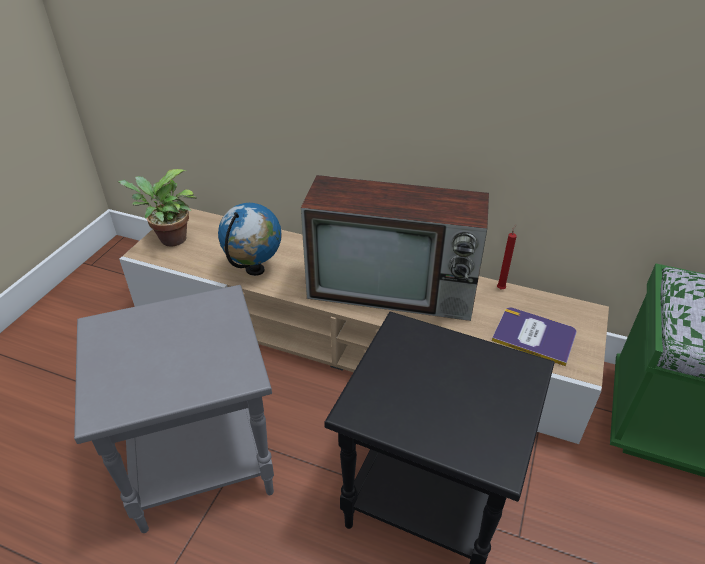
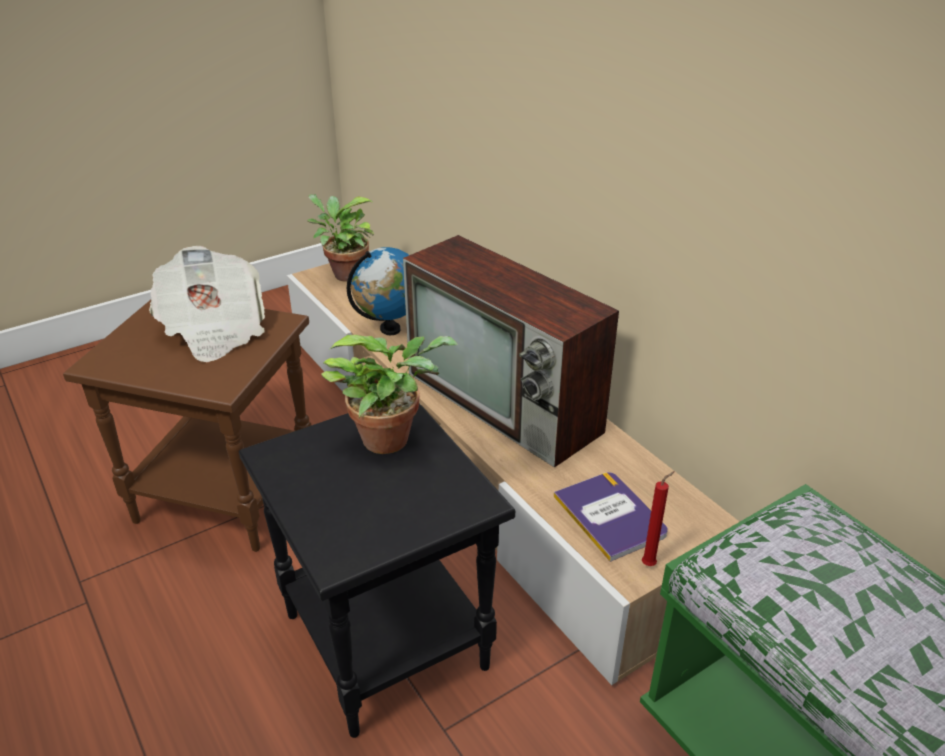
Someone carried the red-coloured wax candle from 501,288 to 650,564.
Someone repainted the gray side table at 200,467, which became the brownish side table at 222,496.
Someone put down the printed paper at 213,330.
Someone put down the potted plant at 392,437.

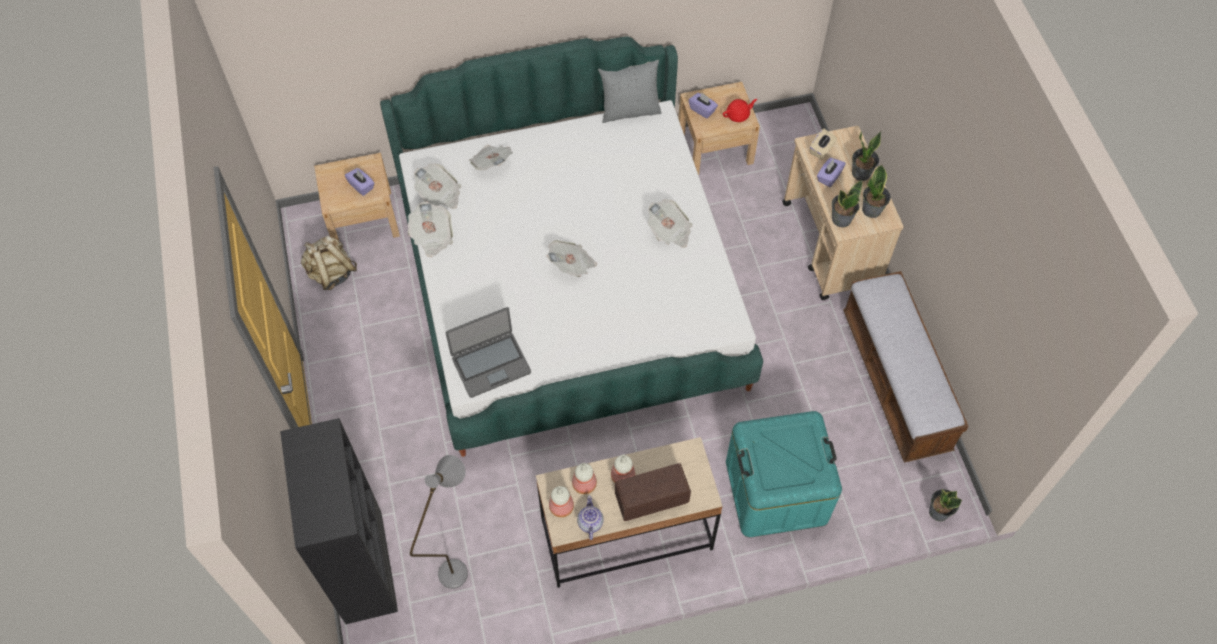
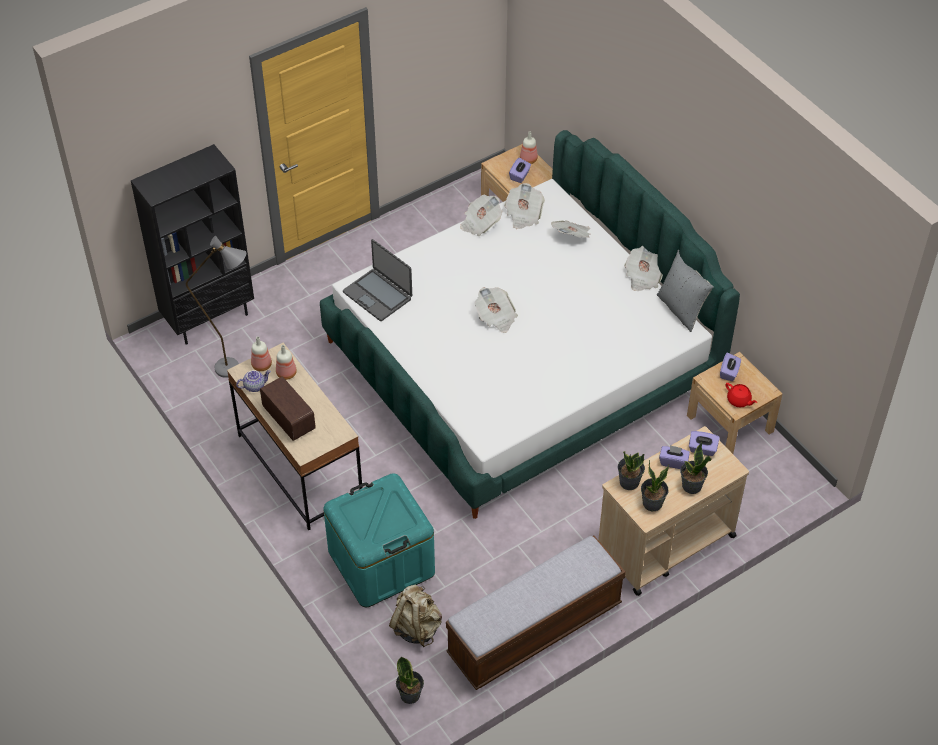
Someone repainted the sand-coloured tissue box at 821,150, which became the purple tissue box at 702,449.
Someone carried the printed paper from 670,231 to 643,277.
Someone carried the sand-coloured rucksack from 331,273 to 416,627.
Someone carried the beverage bottle from 623,477 to 528,160.

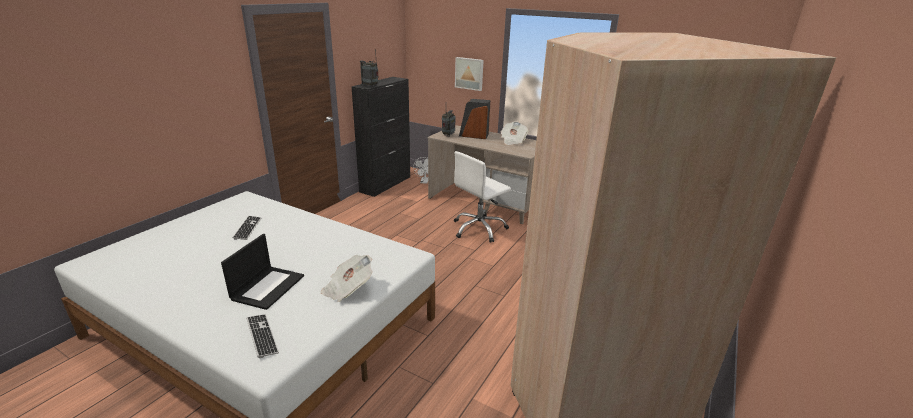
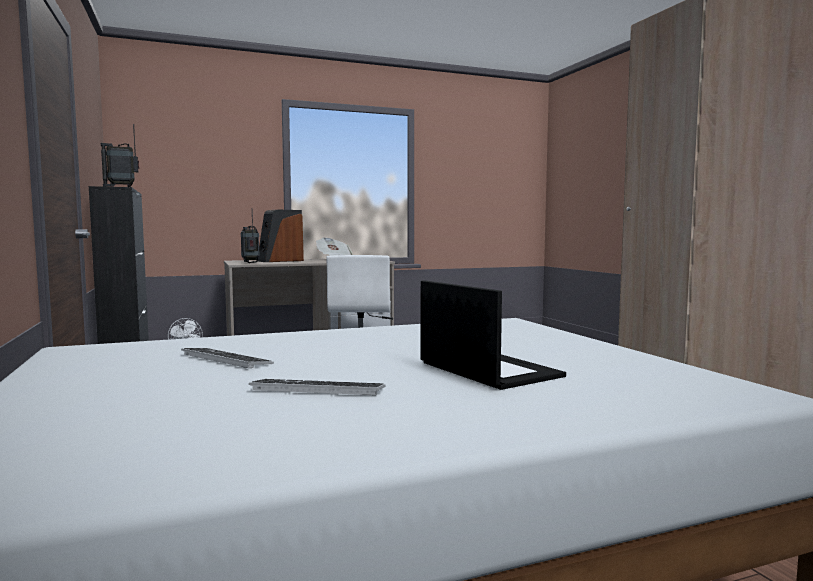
Someone took away the wall art at 469,73.
Someone took away the printed paper at 348,289.
Someone carried the keyboard from 262,336 to 318,389.

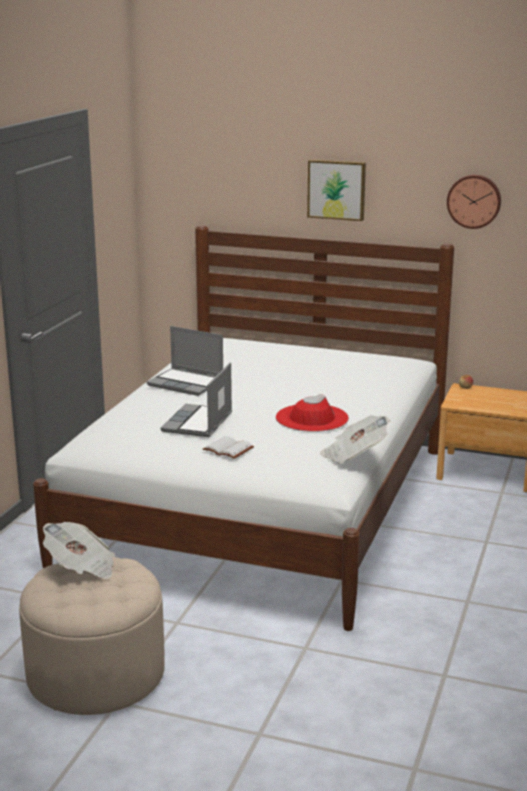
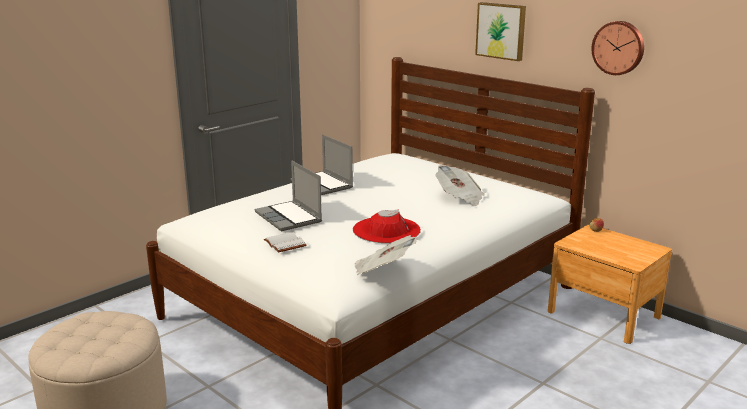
Someone rotated the notebook computer at 198,423 by 75 degrees counterclockwise.
Someone carried the printed paper from 81,567 to 459,198.

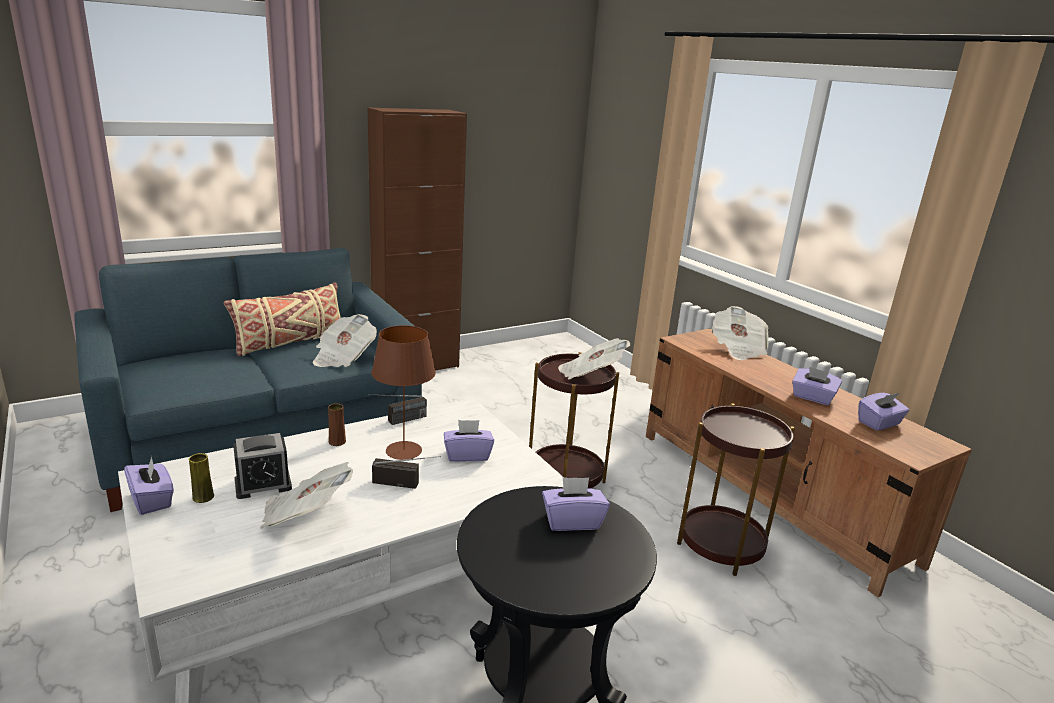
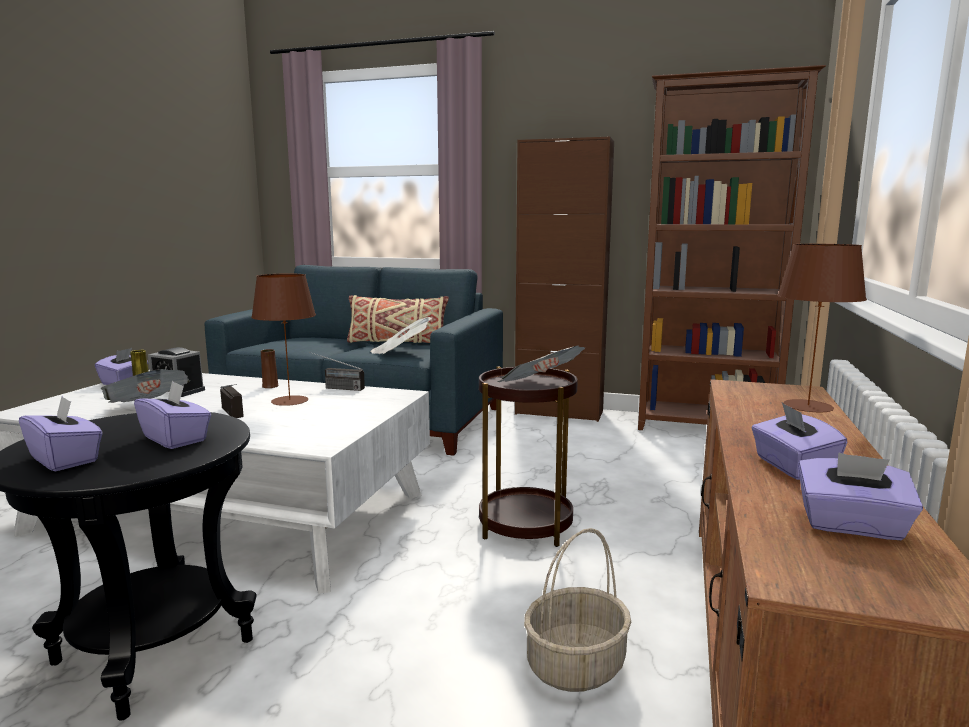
Someone swapped the printed paper at 737,349 for the brownish lamp for a table at 808,406.
Someone swapped the brownish side table at 721,545 for the basket at 575,666.
Someone carried the purple tissue box from 467,455 to 65,459.
Someone put down the brownish shelving unit at 706,428.

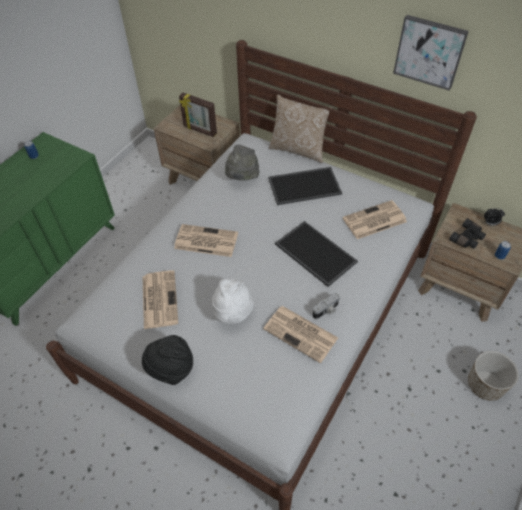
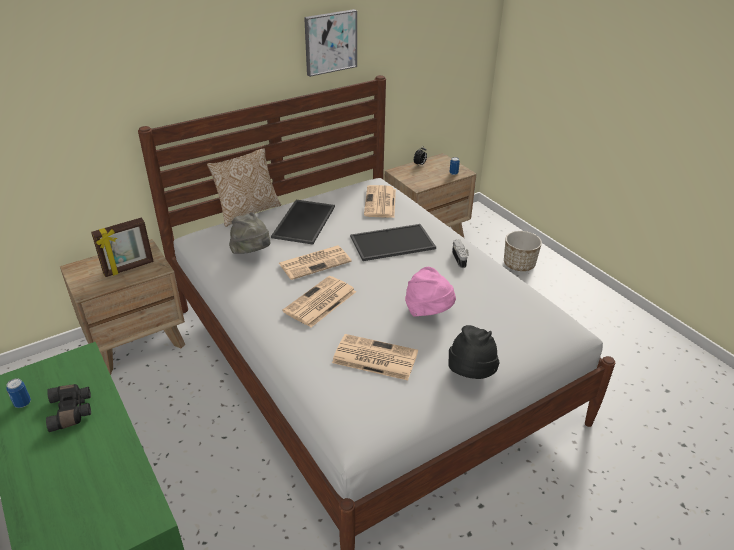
Someone carried the blackish binoculars from 467,239 to 72,411.
Someone repainted the white wearable hat at 232,313, which became the pink-coloured wearable hat at 428,312.
Someone carried the printed paper from 301,334 to 315,262.

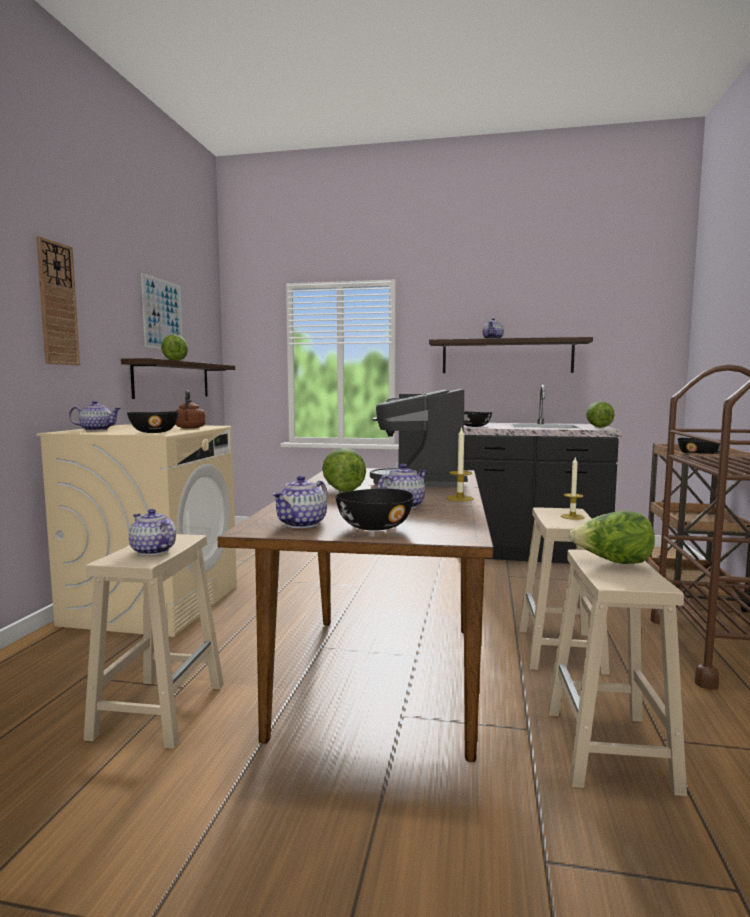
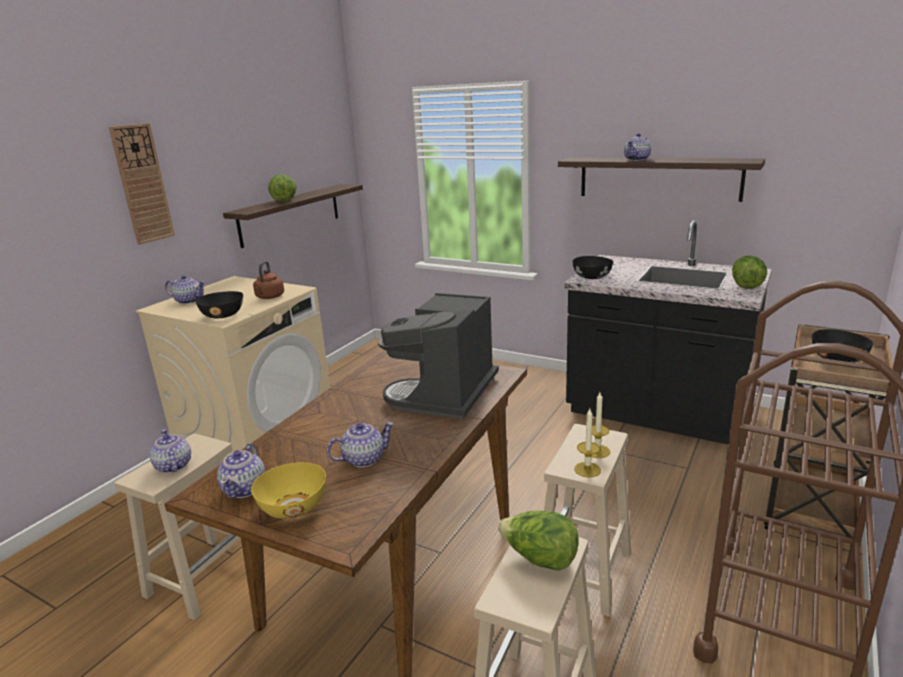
Someone took away the wall art at 162,314.
Someone carried the wax candle from 460,498 to 587,469.
Someone took away the lettuce head at 342,489.
Someone rotated the teapot at 302,524 by 45 degrees counterclockwise.
Someone repainted the blackish deep dish at 374,527, which became the yellow deep dish at 294,507.

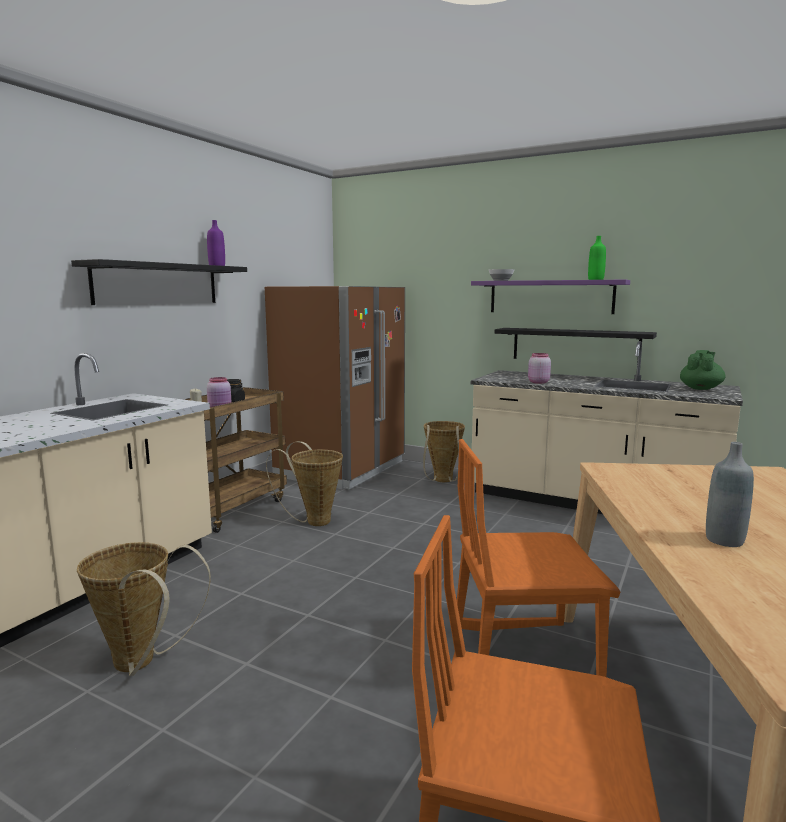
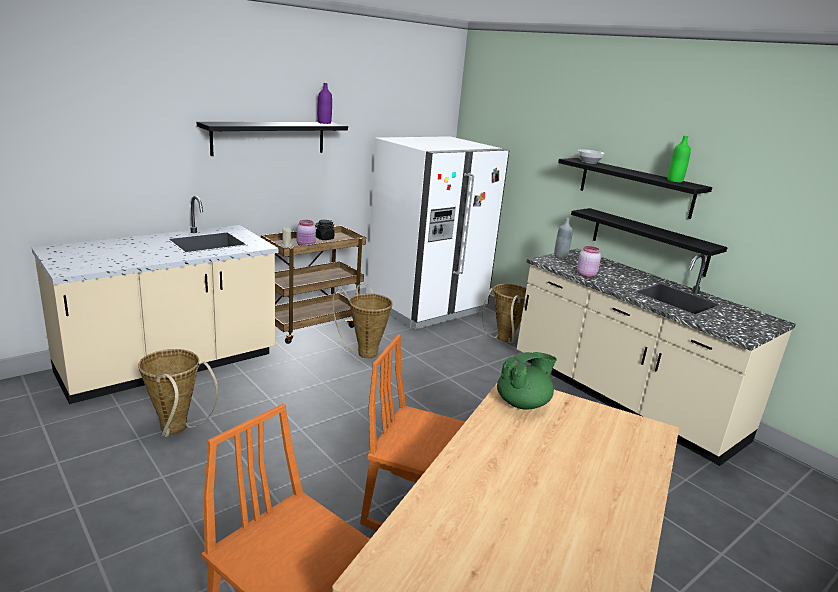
Someone repainted the purple wall shelf at 550,297, which became the blackish wall shelf at 635,187.
Someone repainted the brownish refrigerator at 341,469, which became the white refrigerator at 426,307.
Someone carried the green-coloured teapot from 700,388 to 523,403.
Someone carried the gray beverage bottle from 724,540 to 560,256.

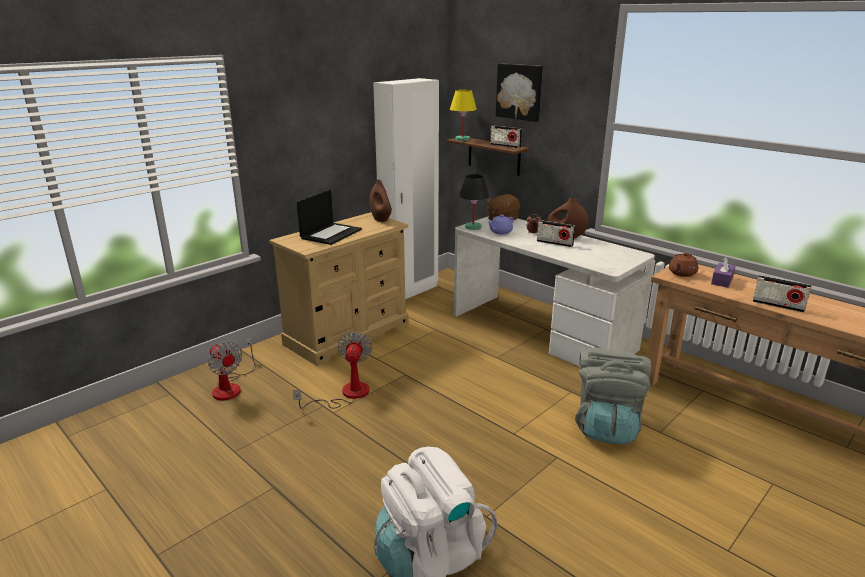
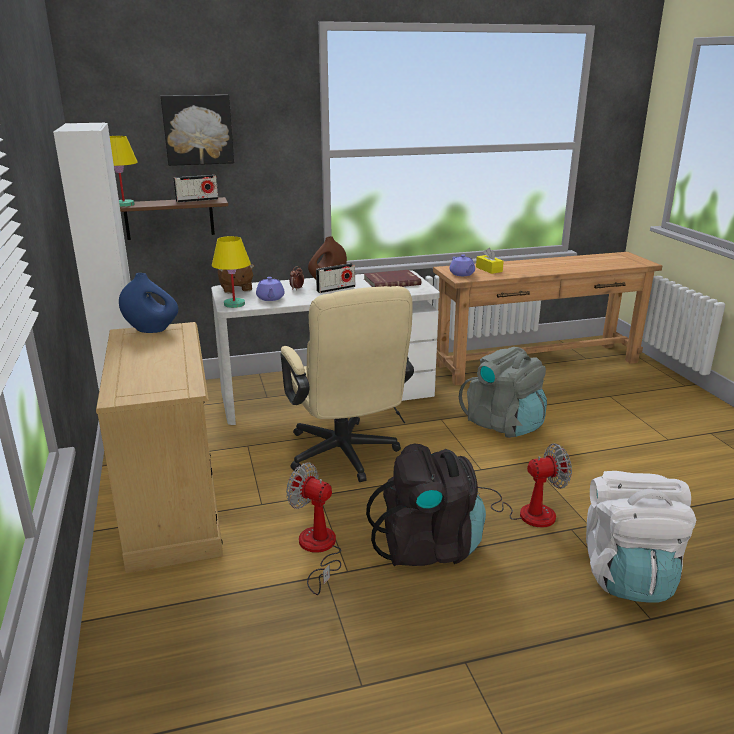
Someone repainted the blackish lamp for a table at 473,227, which became the yellow lamp for a table at 235,304.
Someone repainted the brownish decorative vase at 381,219, which became the blue decorative vase at 151,330.
Someone took away the notebook computer at 331,233.
Someone repainted the brownish teapot at 682,273, which became the purple teapot at 462,274.
Someone repainted the purple tissue box at 722,281, which became the yellow tissue box at 489,269.
Someone took away the radio set at 778,305.
Someone carried the electric fan from 231,386 to 524,511.
Someone put down the red-coloured book at 391,281.
Someone put down the sand-coloured office chair at 345,457.
Someone put down the blackish rucksack at 428,546.

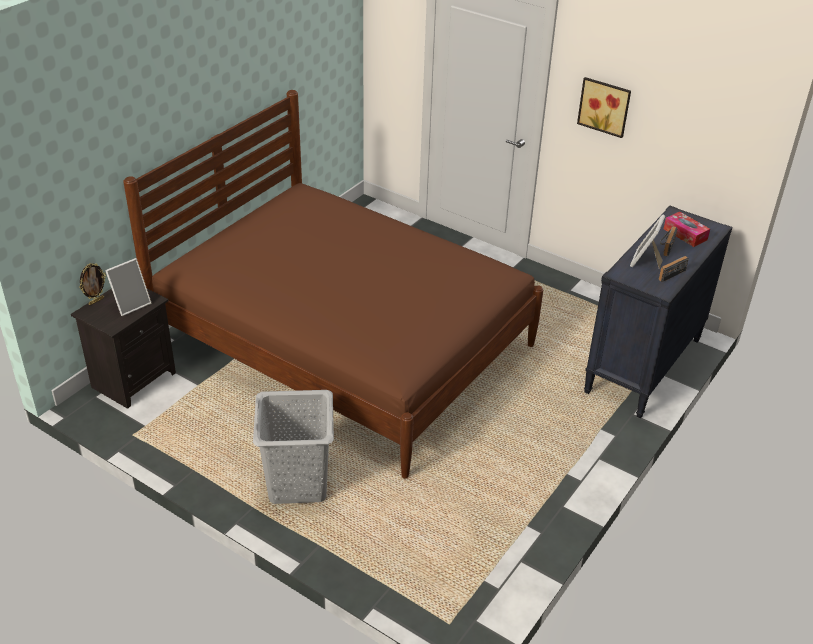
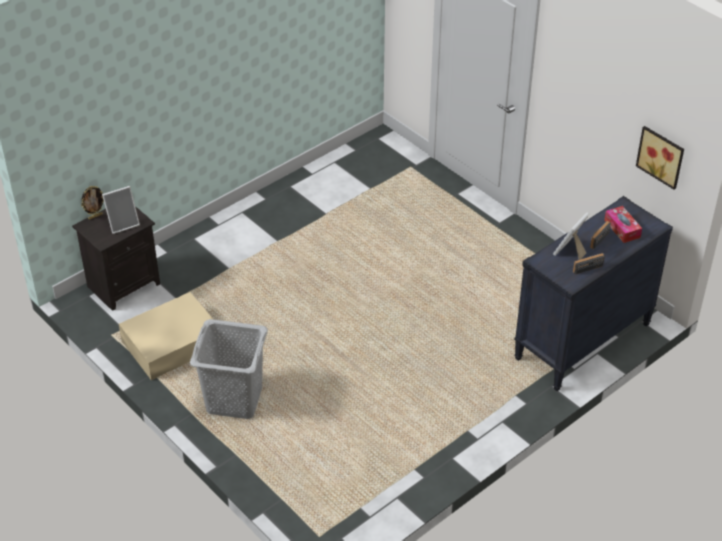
Someone carried the wall art from 605,106 to 661,156.
Someone took away the brownish bed at 345,345.
Someone put down the sand-coloured storage bin at 170,344.

